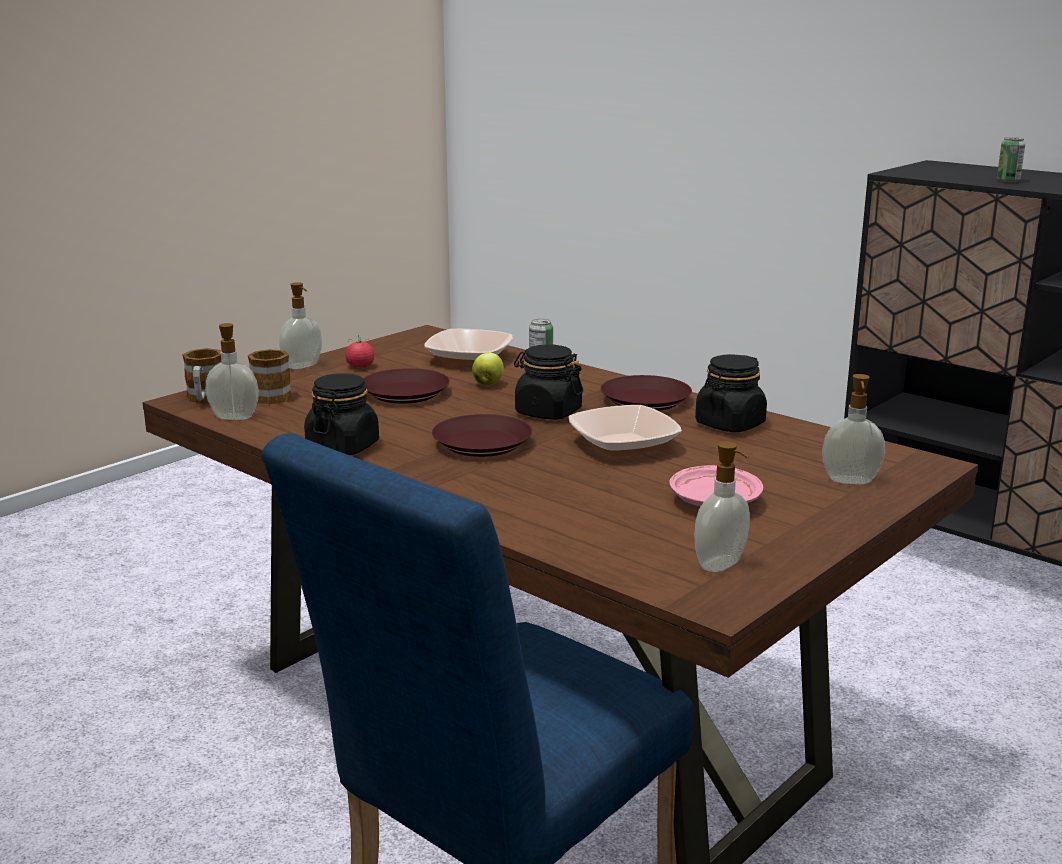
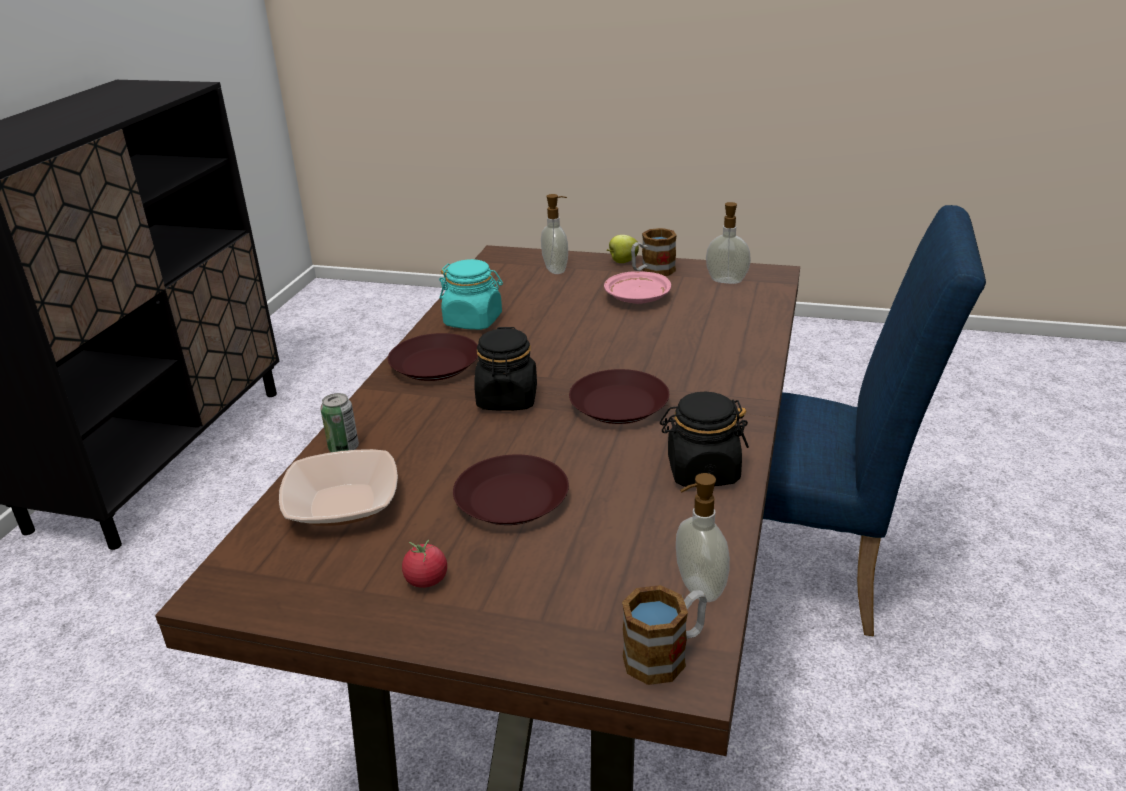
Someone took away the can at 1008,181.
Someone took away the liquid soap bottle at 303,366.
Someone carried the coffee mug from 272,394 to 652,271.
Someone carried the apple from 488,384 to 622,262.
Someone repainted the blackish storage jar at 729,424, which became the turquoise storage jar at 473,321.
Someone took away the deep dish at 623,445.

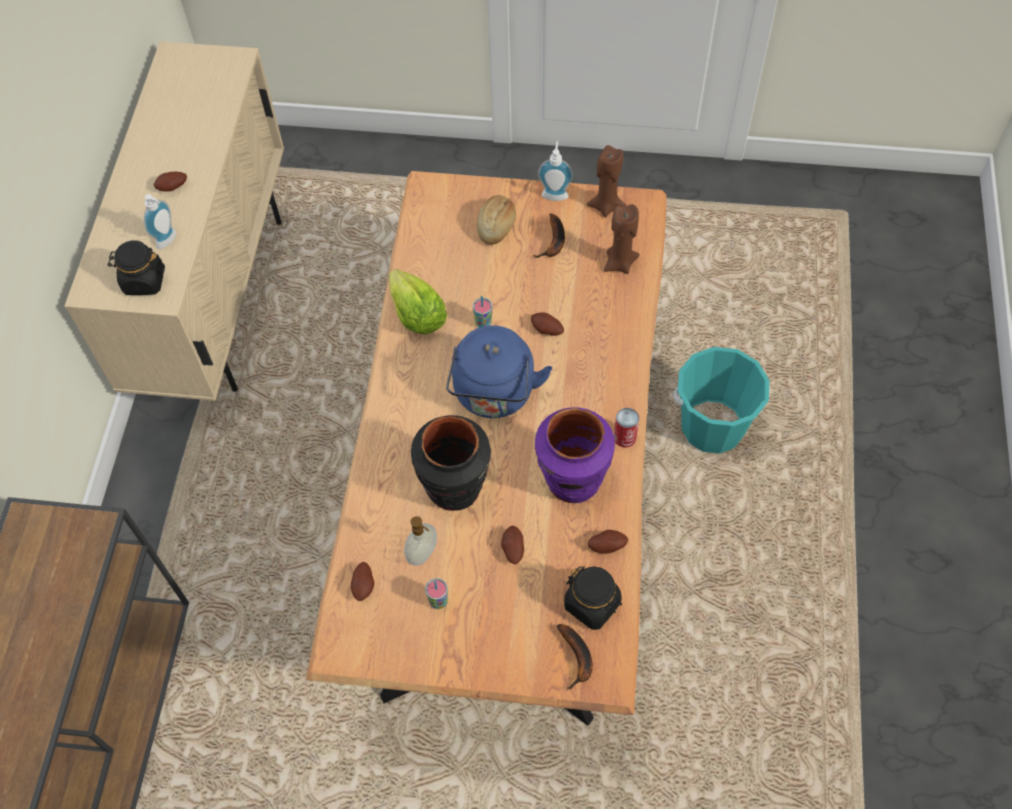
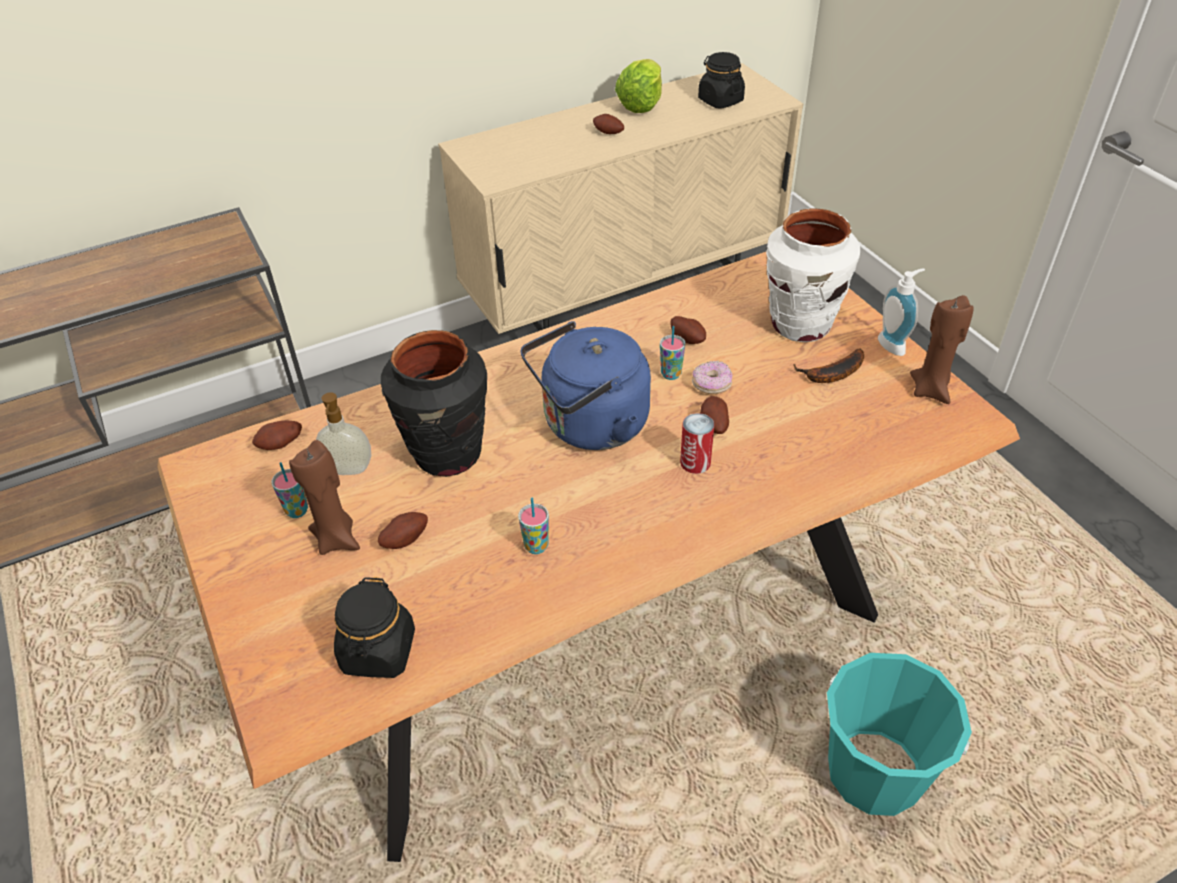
Someone took away the liquid soap bottle at 169,241.
Someone swapped the bread at 497,226 for the white decorative vase at 800,325.
Someone carried the brownish wax candle from 619,263 to 337,539.
Someone carried the blackish storage jar from 143,281 to 720,100.
Someone carried the lettuce head from 417,315 to 641,104.
Someone swapped the purple decorative vase at 572,481 for the small cup at 536,546.
Someone carried the can from 624,437 to 695,462.
Someone carried the whole potato from 607,545 to 688,339.
Someone took away the banana fruit at 577,658.
Someone put down the doughnut at 711,385.

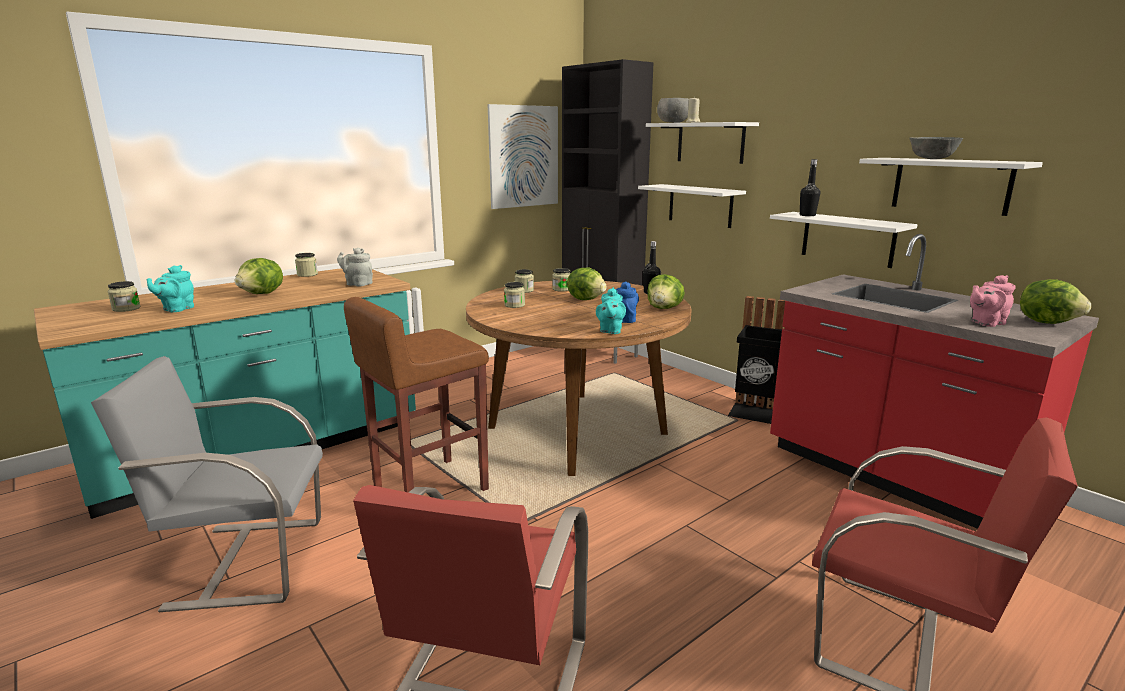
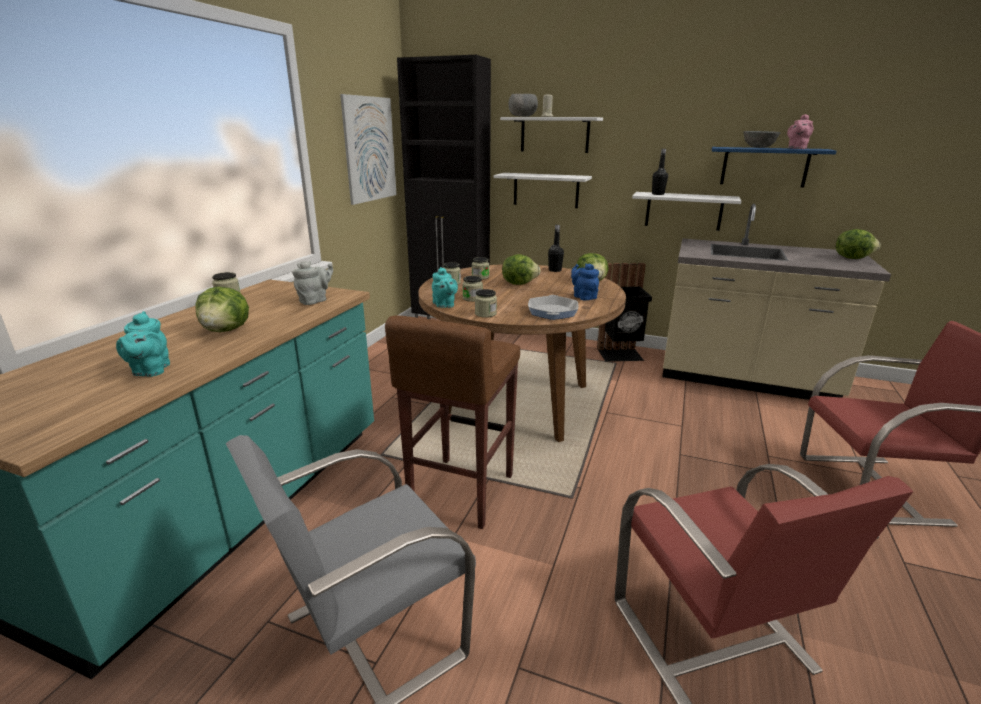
Someone repainted the white wall shelf at 950,185, which became the blue wall shelf at 764,167.
Someone repainted the red-coloured kitchen counter at 894,476, which became the sand-coloured kitchen counter at 745,379.
Someone rotated the gray teapot at 357,284 by 135 degrees clockwise.
Someone carried the pink-coloured teapot from 986,323 to 796,148.
Someone carried the storage jar from 126,308 to 485,314.
Someone carried the turquoise teapot from 610,331 to 444,305.
Someone put down the skillet at 552,311.

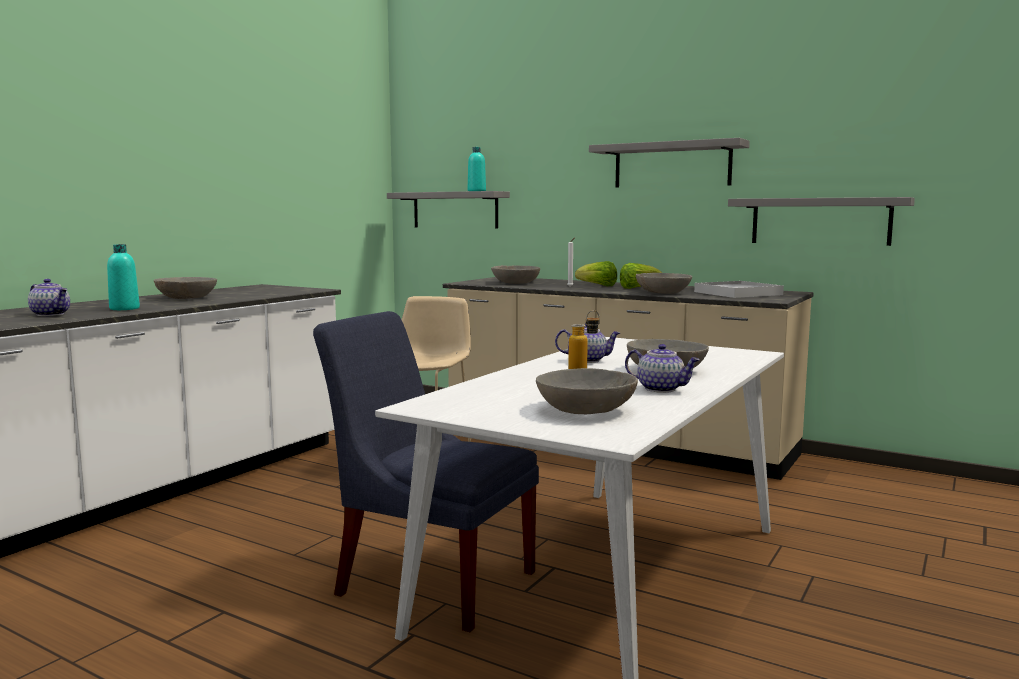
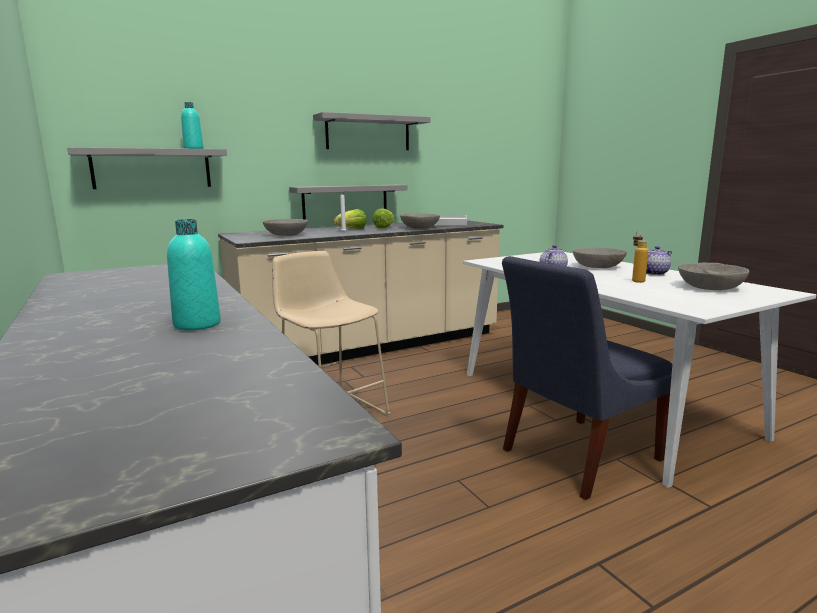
Someone carried the gray wall shelf from 820,221 to 345,201.
Someone took away the gray deep dish at 187,298.
Someone took away the teapot at 51,314.

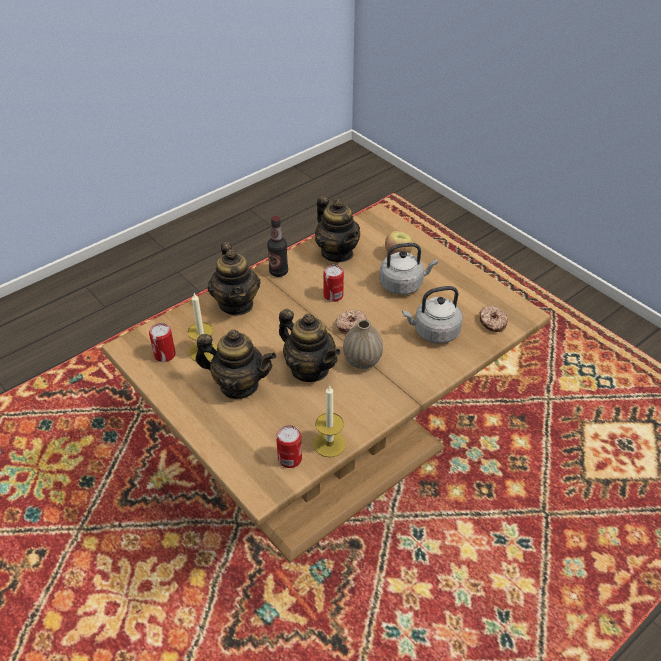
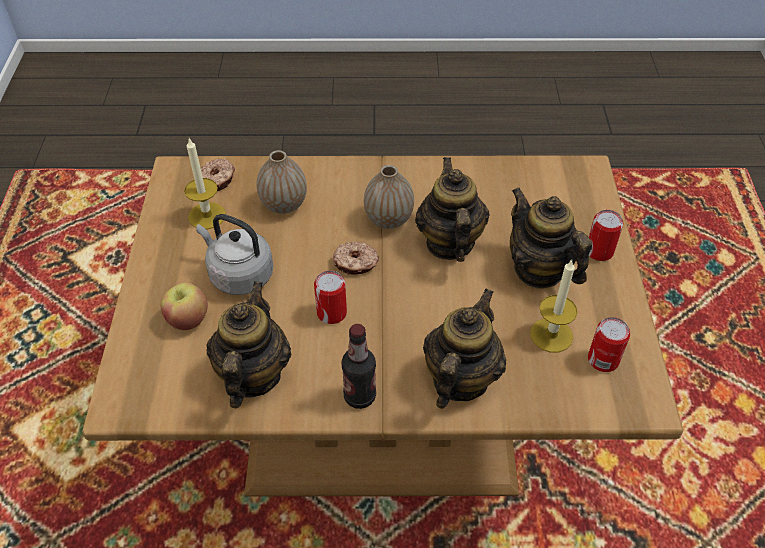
Someone swapped the gray tea kettle at 433,332 for the decorative vase at 284,205.
Someone carried the wax candle from 329,444 to 207,216.
Someone carried the can from 290,459 to 599,251.

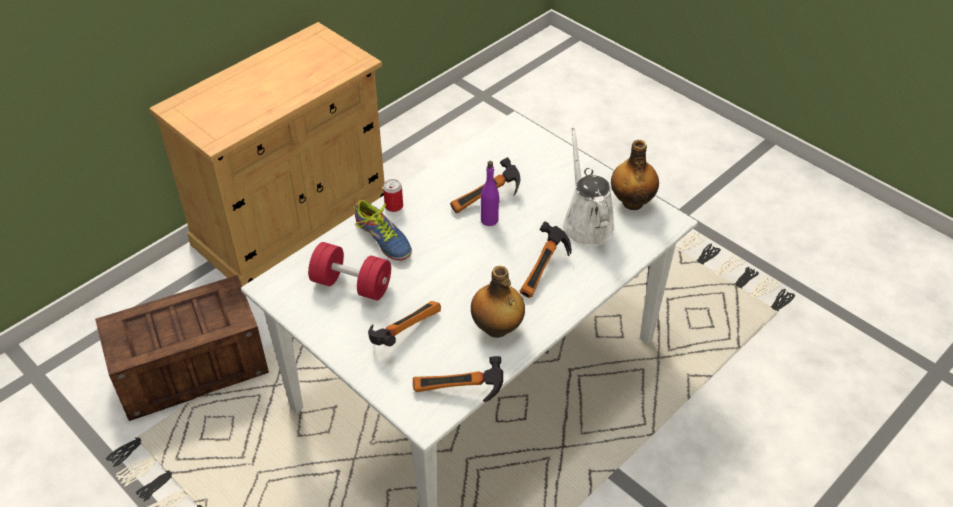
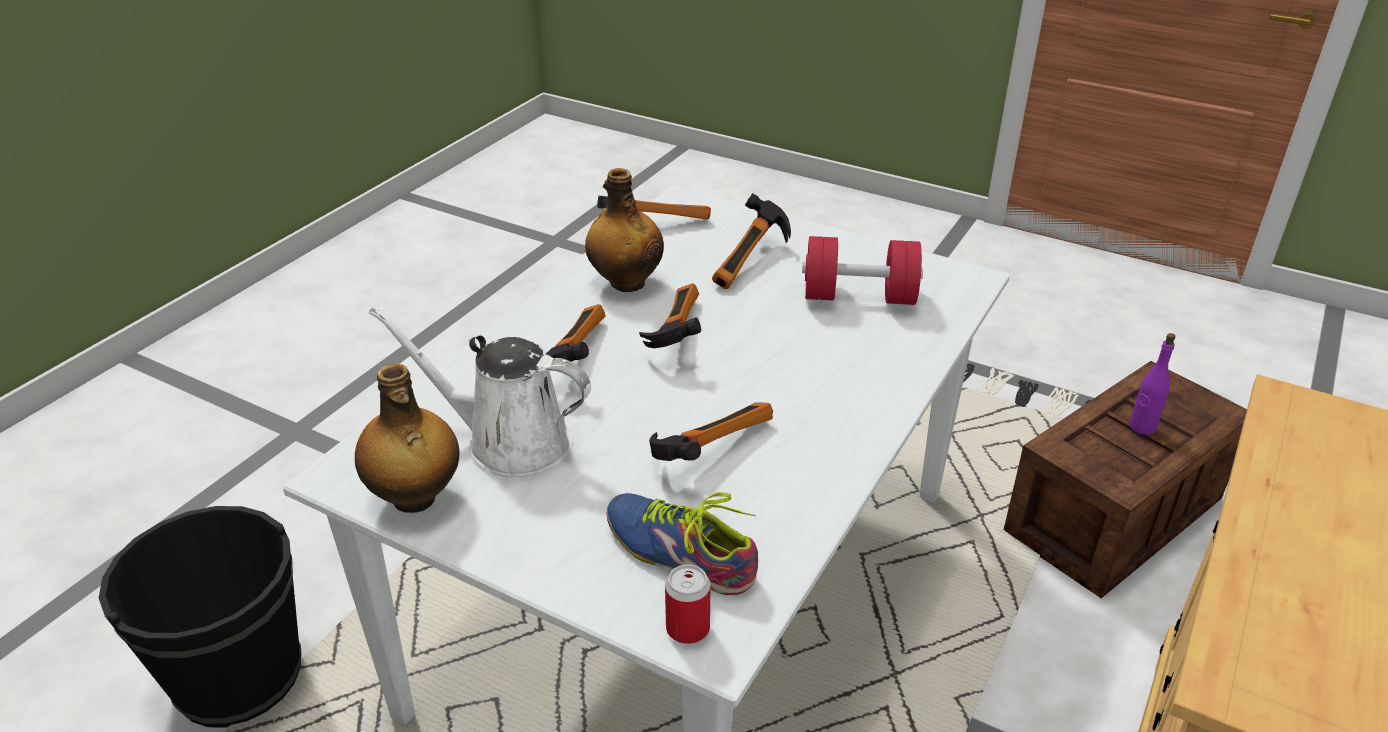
Someone rotated the white watering pot at 586,223 by 135 degrees clockwise.
Someone carried the purple beverage bottle from 489,220 to 1142,427.
Someone carried the can from 394,206 to 687,628.
Someone carried the item of footwear from 383,238 to 679,553.
Someone put down the hand hammer at 672,333.
Someone put down the blackish pail at 239,676.

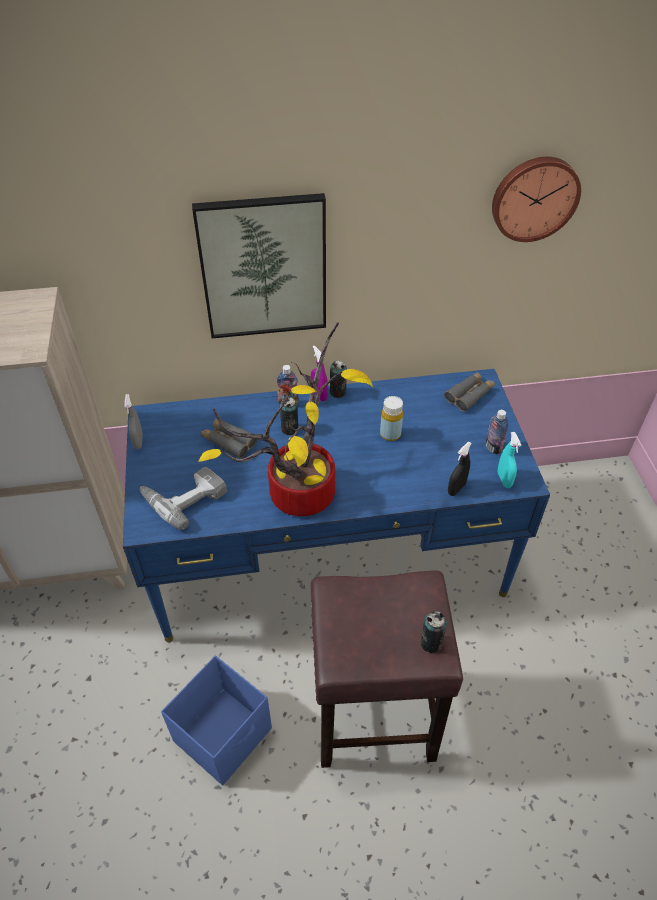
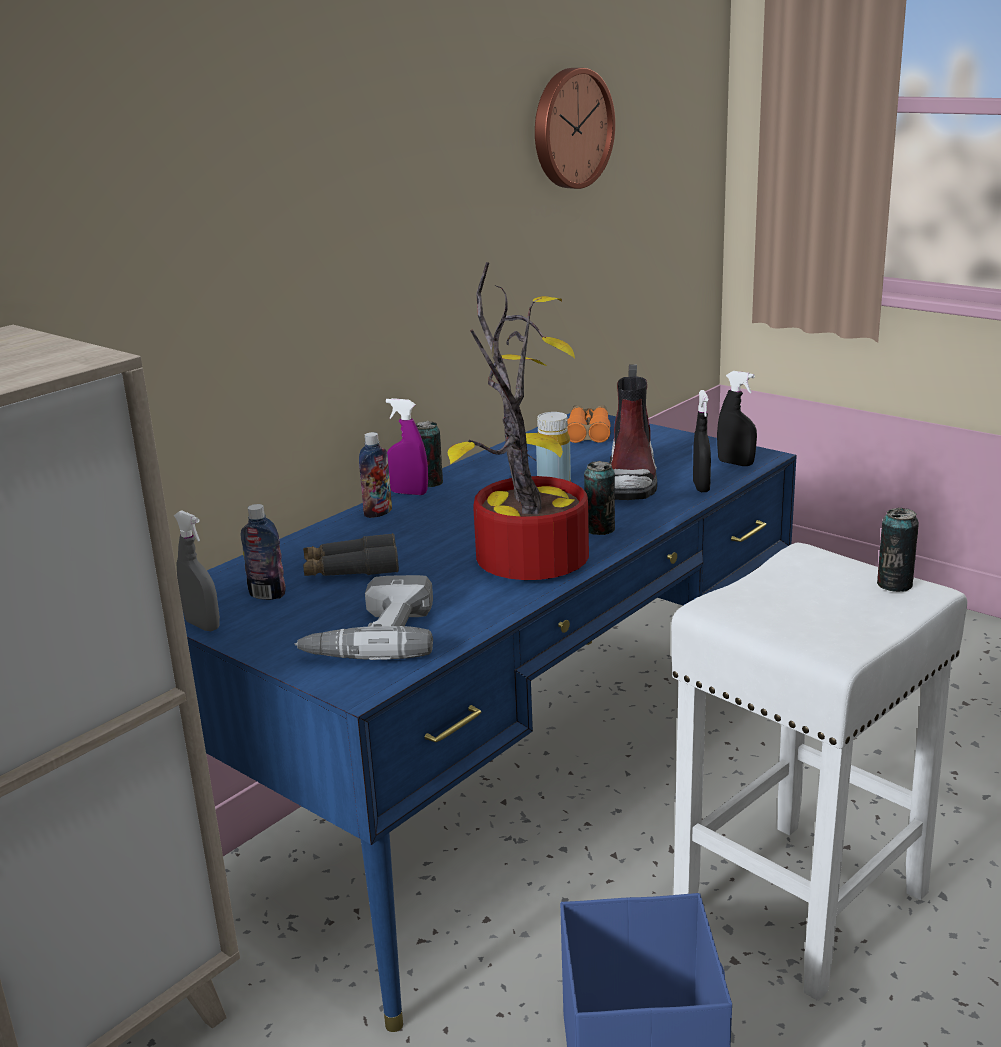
Someone took away the wall art at 263,267.
Someone repainted the gray binoculars at 469,395, which became the orangey binoculars at 588,431.
Someone carried the can from 289,429 to 599,529.
Someone carried the beverage bottle from 493,448 to 267,594.
Someone repainted the turquoise spray bottle at 504,480, which became the blackish spray bottle at 735,463.
Someone repainted the brownish stool seat at 371,718, which became the white stool seat at 799,907.
Someone put down the high-top boot at 631,481.

